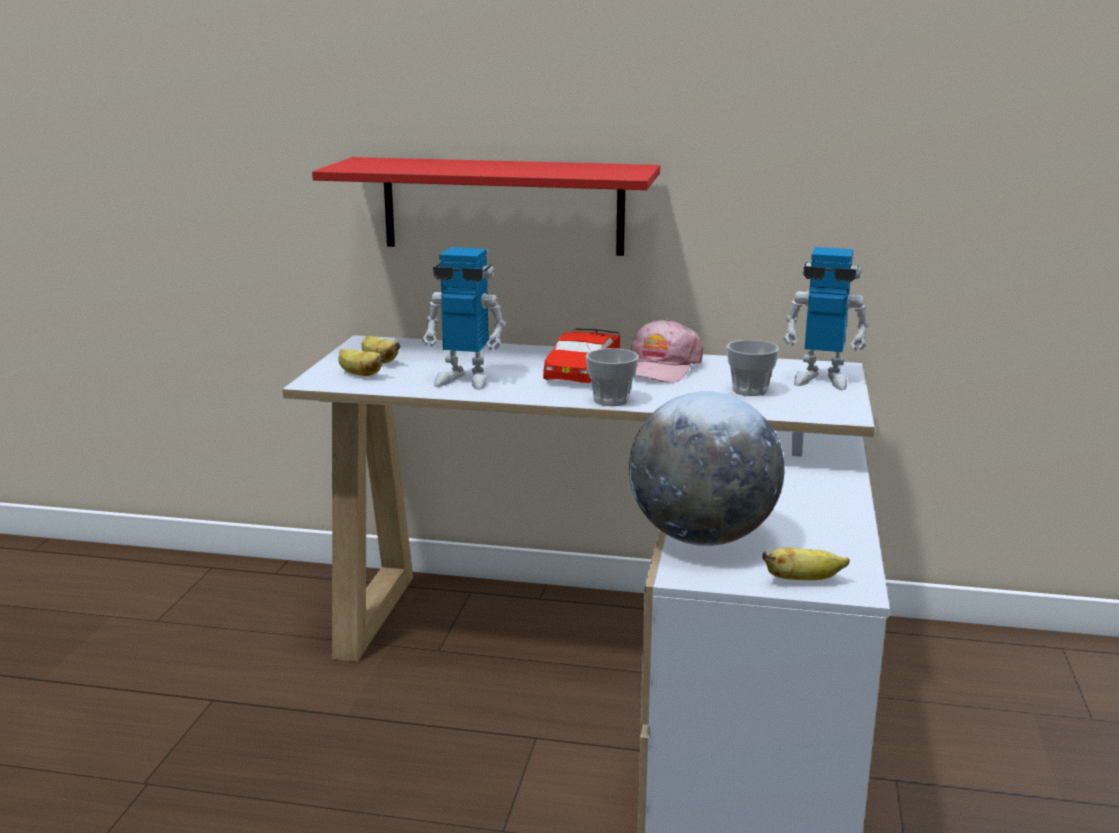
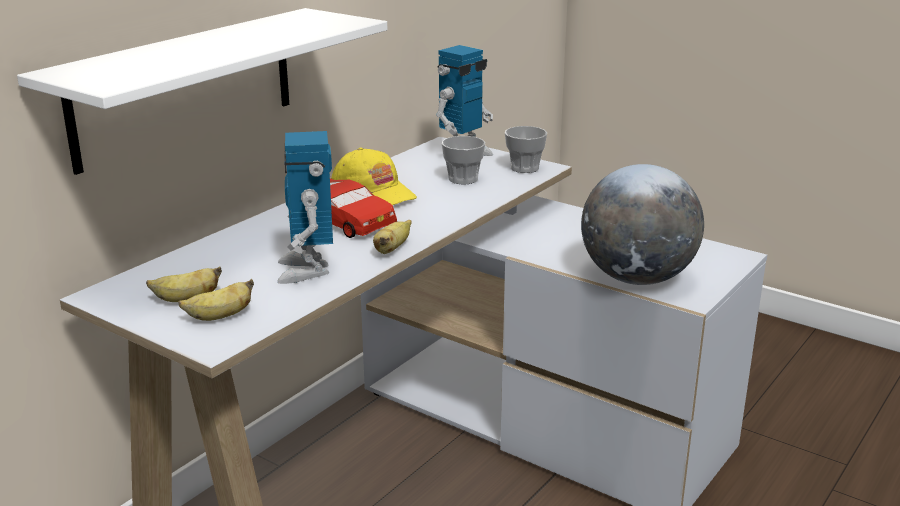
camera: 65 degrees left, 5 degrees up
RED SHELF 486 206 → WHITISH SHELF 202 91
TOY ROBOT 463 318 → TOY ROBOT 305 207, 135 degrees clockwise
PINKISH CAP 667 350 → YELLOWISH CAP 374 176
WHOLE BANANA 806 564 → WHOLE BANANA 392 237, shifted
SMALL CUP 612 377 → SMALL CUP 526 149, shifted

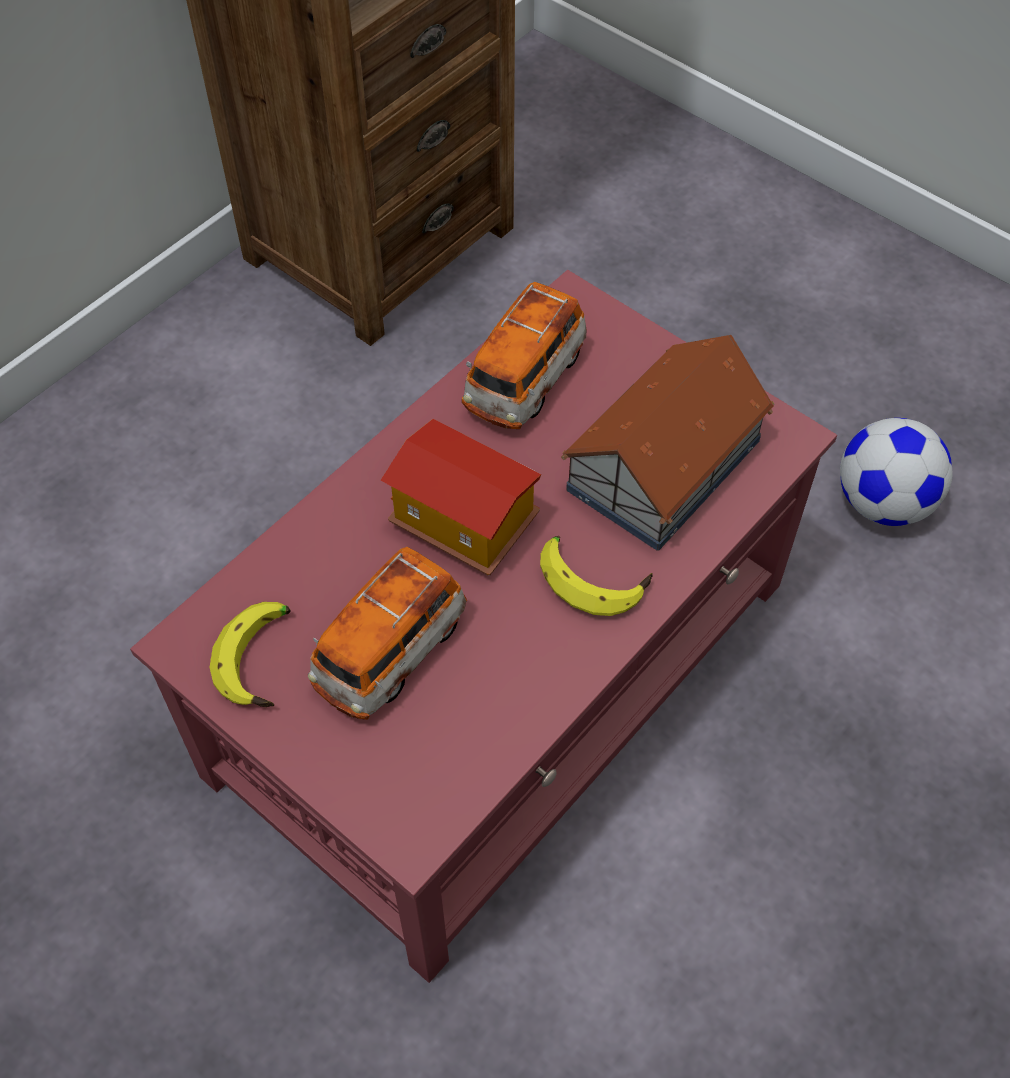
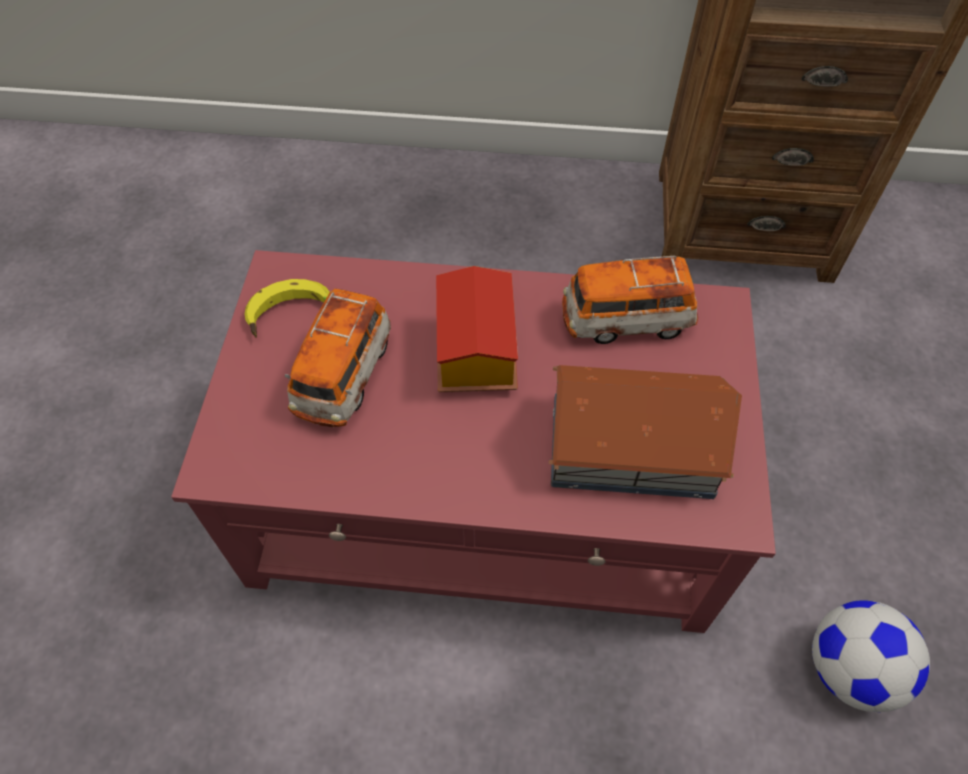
camera: 55 degrees right, 0 degrees up
MODEL CAR 387 633 → MODEL CAR 338 358, 75 degrees counterclockwise
WHOLE BANANA 596 576 → -

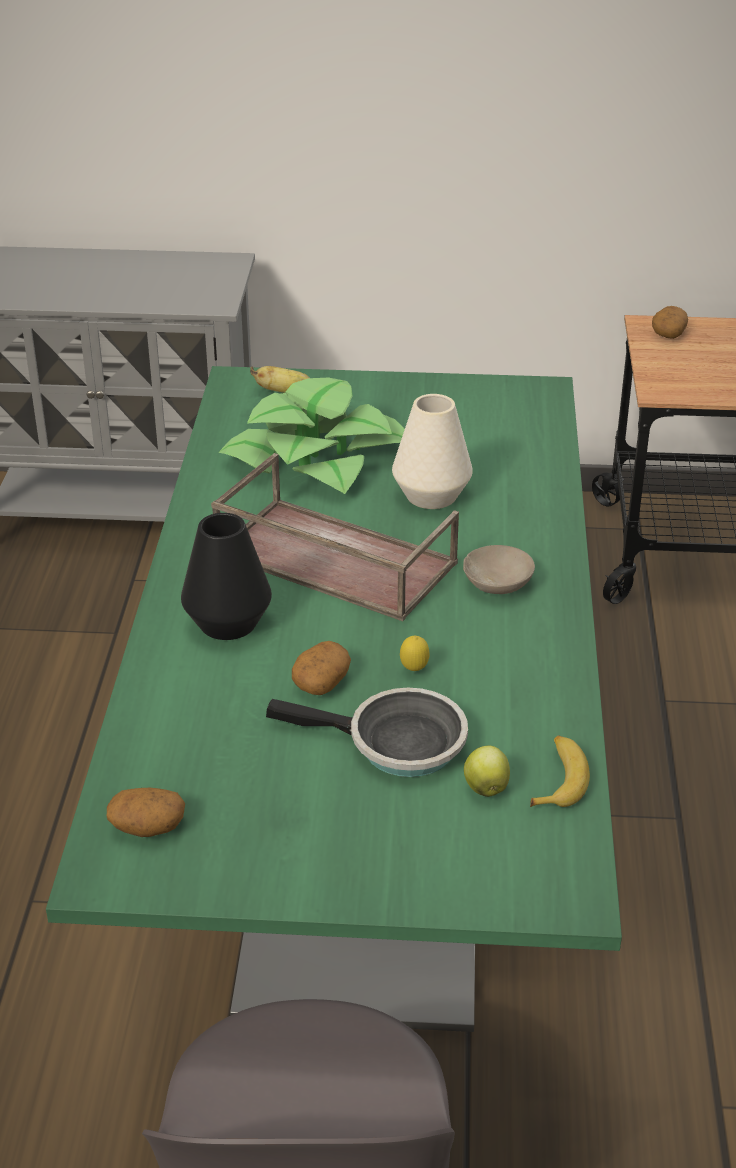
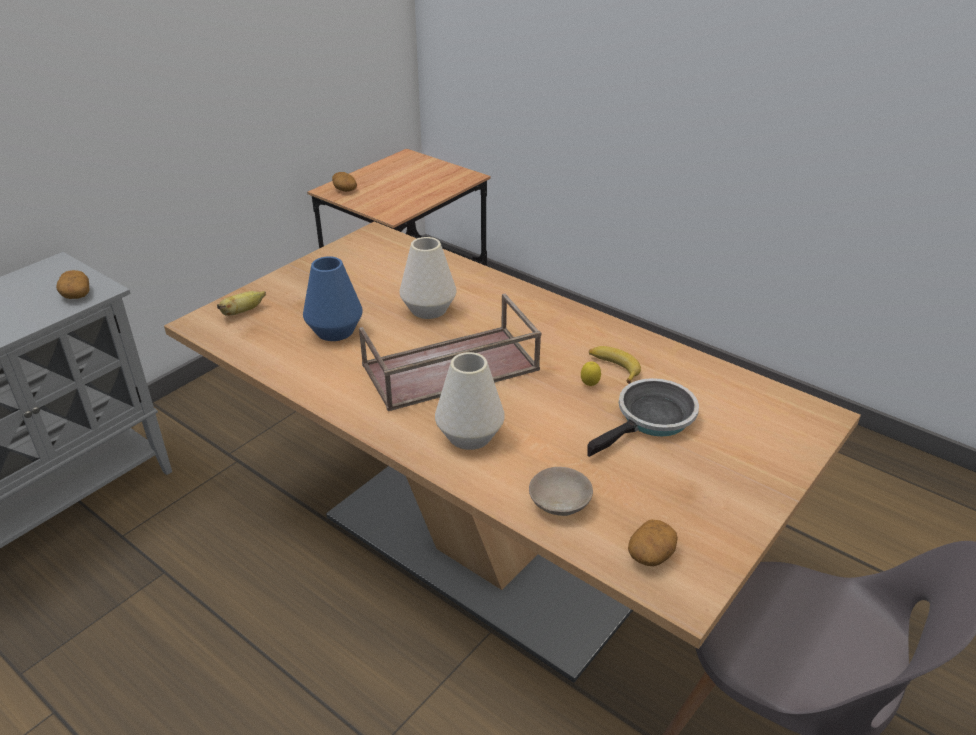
camera: 55 degrees left, 0 degrees up
WHOLE POTATO 321 668 → WHOLE POTATO 72 284, shifted
GREEN DINNER TABLE 334 699 → BEIGE DINNER TABLE 512 452
POTTED PLANT 311 435 → BLUE-COLOURED FLOWER VASE 333 298
BLACK-COLOURED FLOWER VASE 226 576 → WHITISH FLOWER VASE 470 401
BEIGE DEEP DISH 499 569 → BEIGE DEEP DISH 561 491, shifted
WHOLE BANANA 560 771 → WHOLE BANANA 615 365, shifted
WHOLE APPLE 487 771 → -

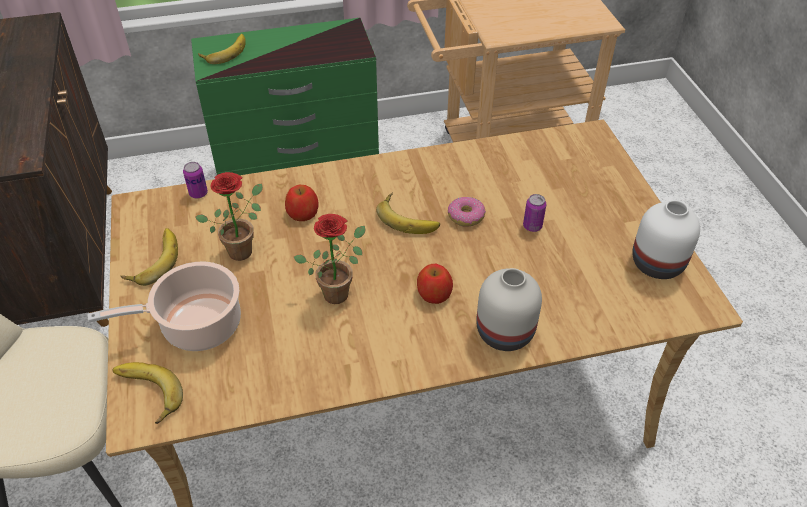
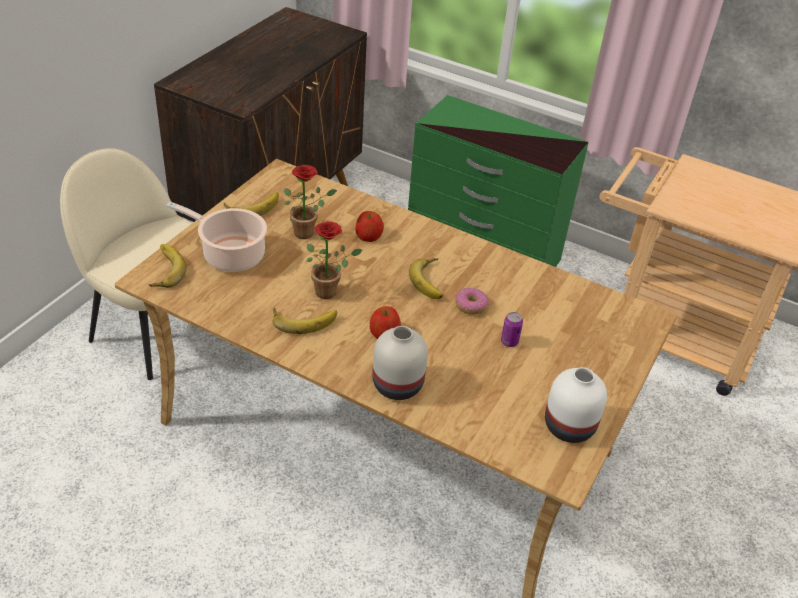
camera: 40 degrees right, 5 degrees down
WHOLE BANANA 222 49 → WHOLE BANANA 305 320, shifted
CAN 195 180 → -

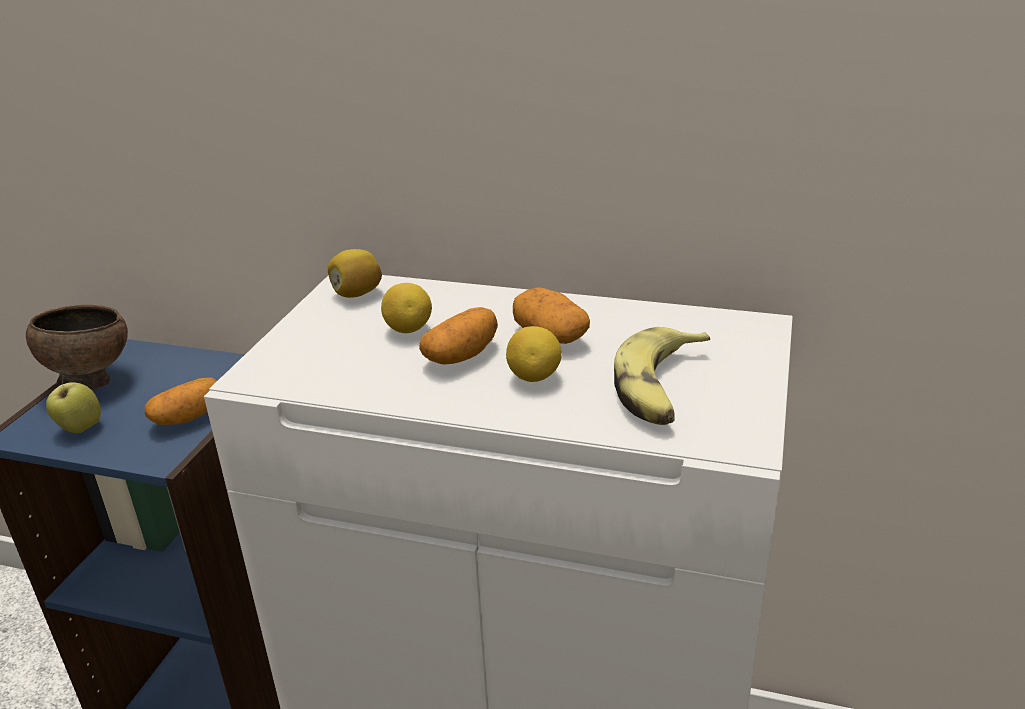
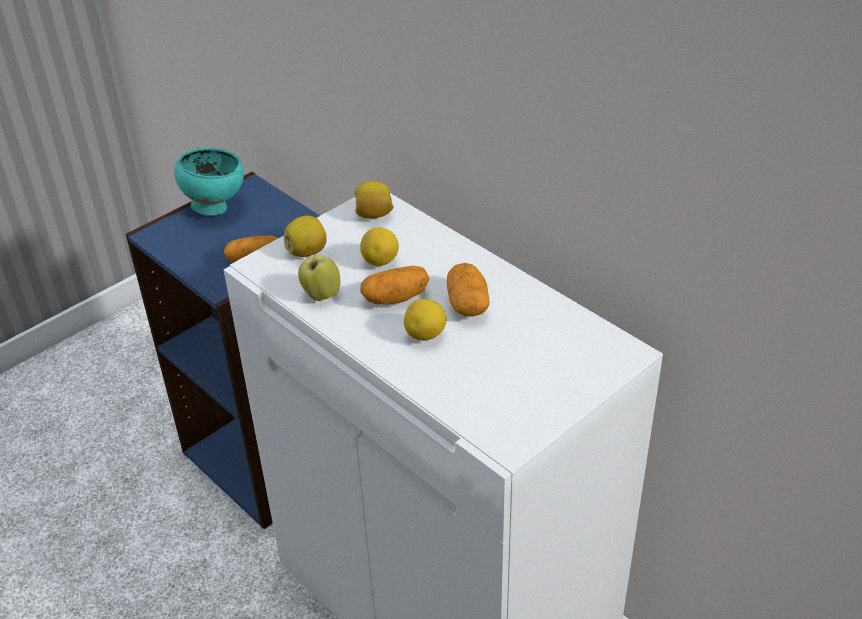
camera: 30 degrees right, 10 degrees up
BROWN-COLOURED DEEP DISH 77 347 → BLUE-GREEN DEEP DISH 209 181
- → CITRUS FRUIT 305 236
WHOLE APPLE 73 405 → WHOLE APPLE 319 276, shifted
WHOLE BANANA 662 376 → -

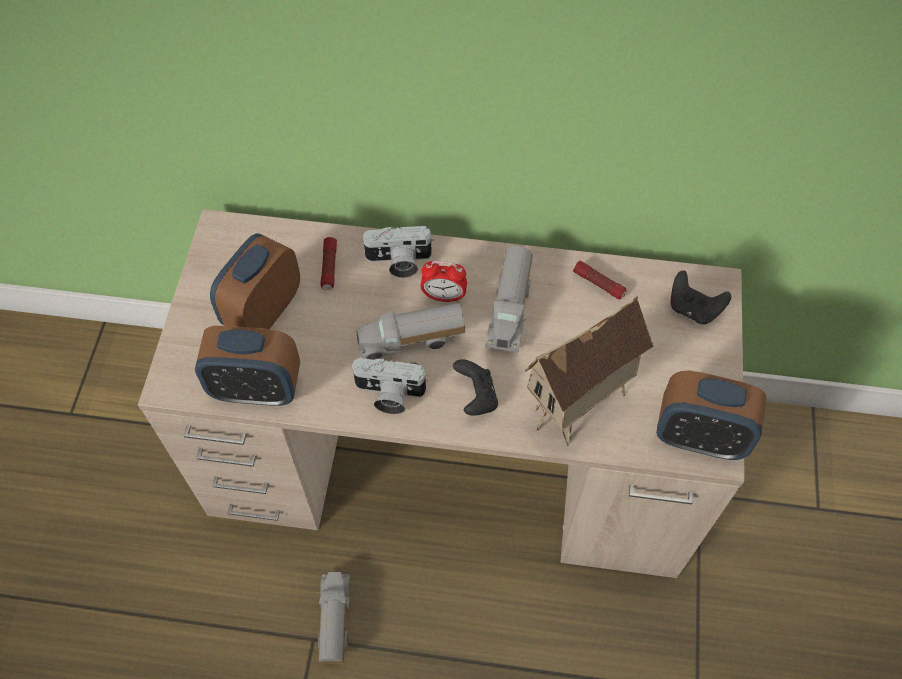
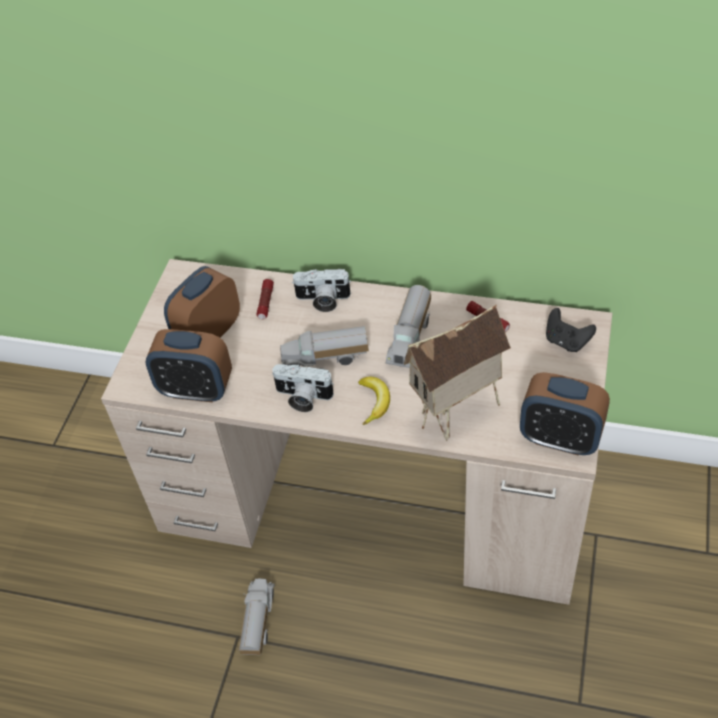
camera: 10 degrees right, 10 degrees down
BLACK-COLOURED JOYPAD 475 387 → WHOLE BANANA 374 401
BEDSIDE CLOCK 443 281 → -

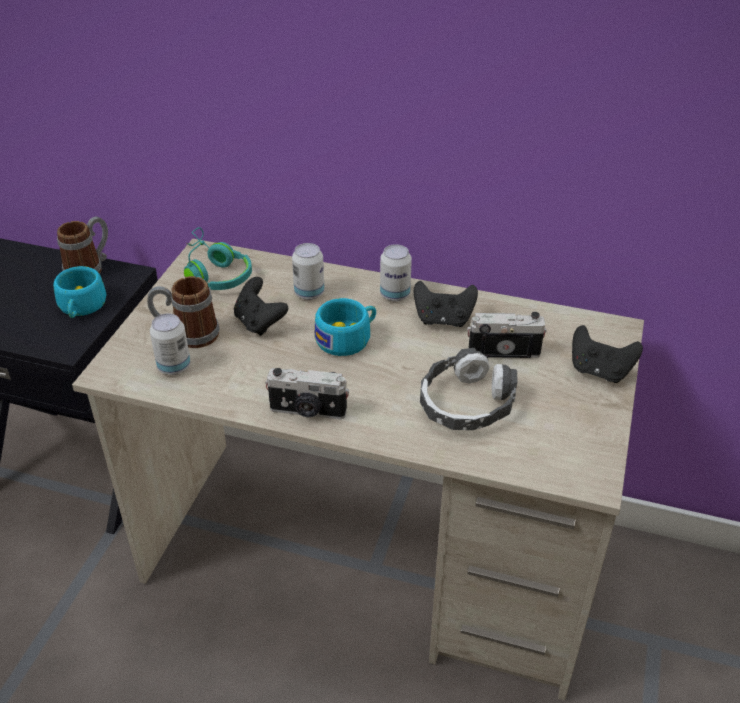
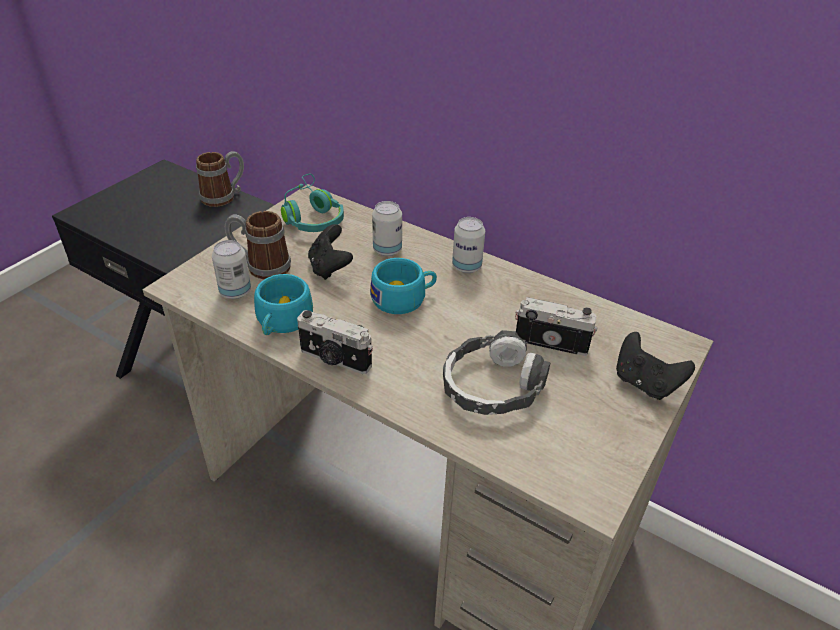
camera: 15 degrees right, 0 degrees up
BLUE-GREEN SMALL CUP 80 292 → BLUE-GREEN SMALL CUP 283 304, shifted
BLACK-COLOURED JOYPAD 445 304 → -

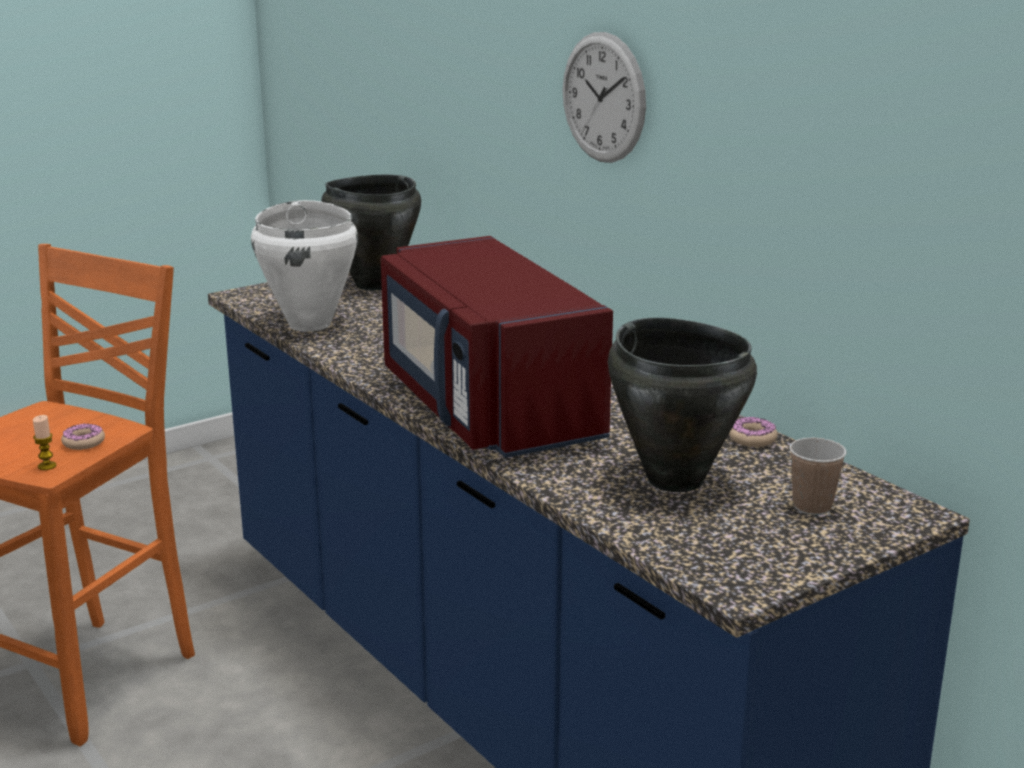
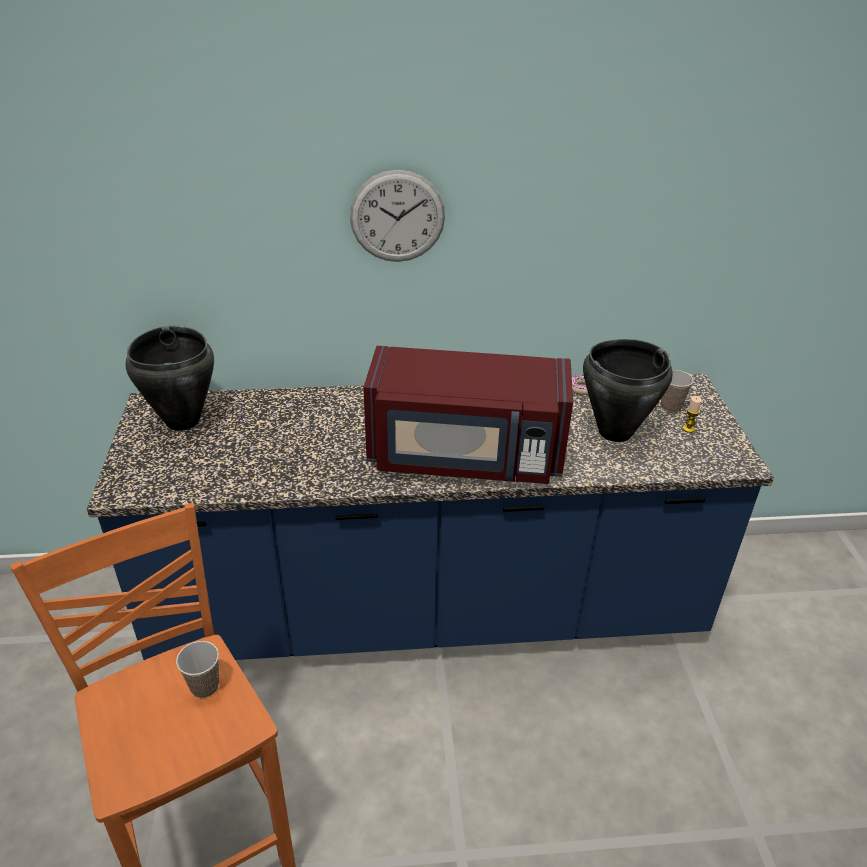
camera: 60 degrees left, 15 degrees up
RING DOUGHNUT 83 436 → SMALL CUP 197 669
CANDLE 45 442 → CANDLE 692 414, shifted
WHITISH STOCKPOT 304 266 → -

